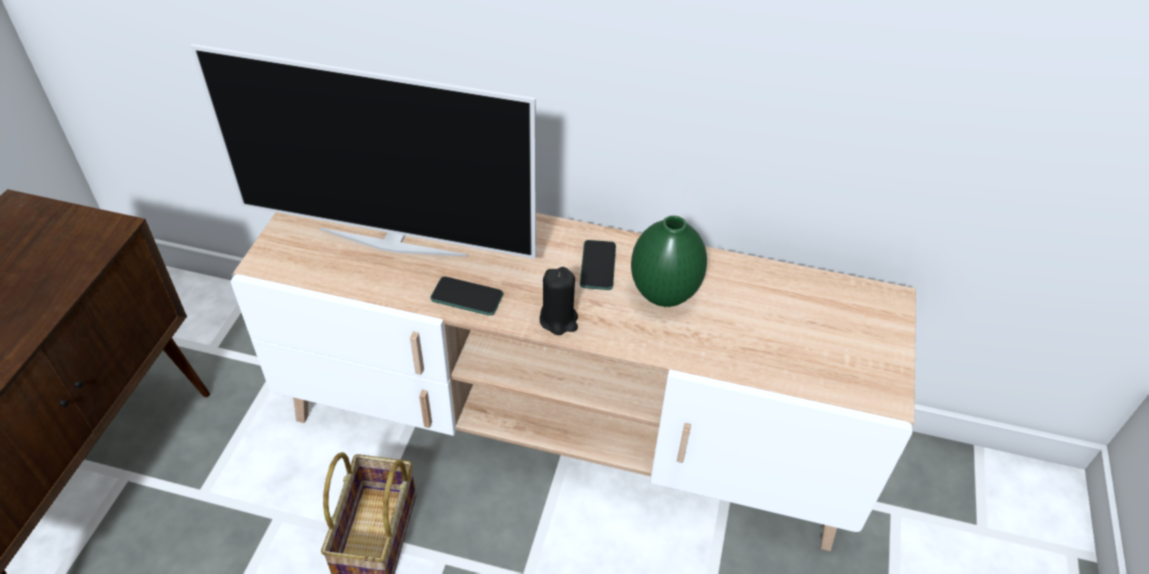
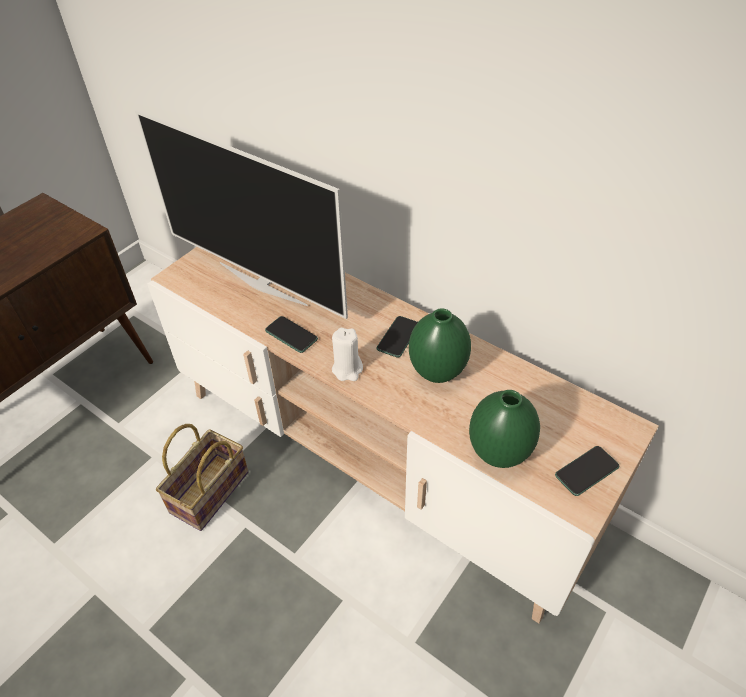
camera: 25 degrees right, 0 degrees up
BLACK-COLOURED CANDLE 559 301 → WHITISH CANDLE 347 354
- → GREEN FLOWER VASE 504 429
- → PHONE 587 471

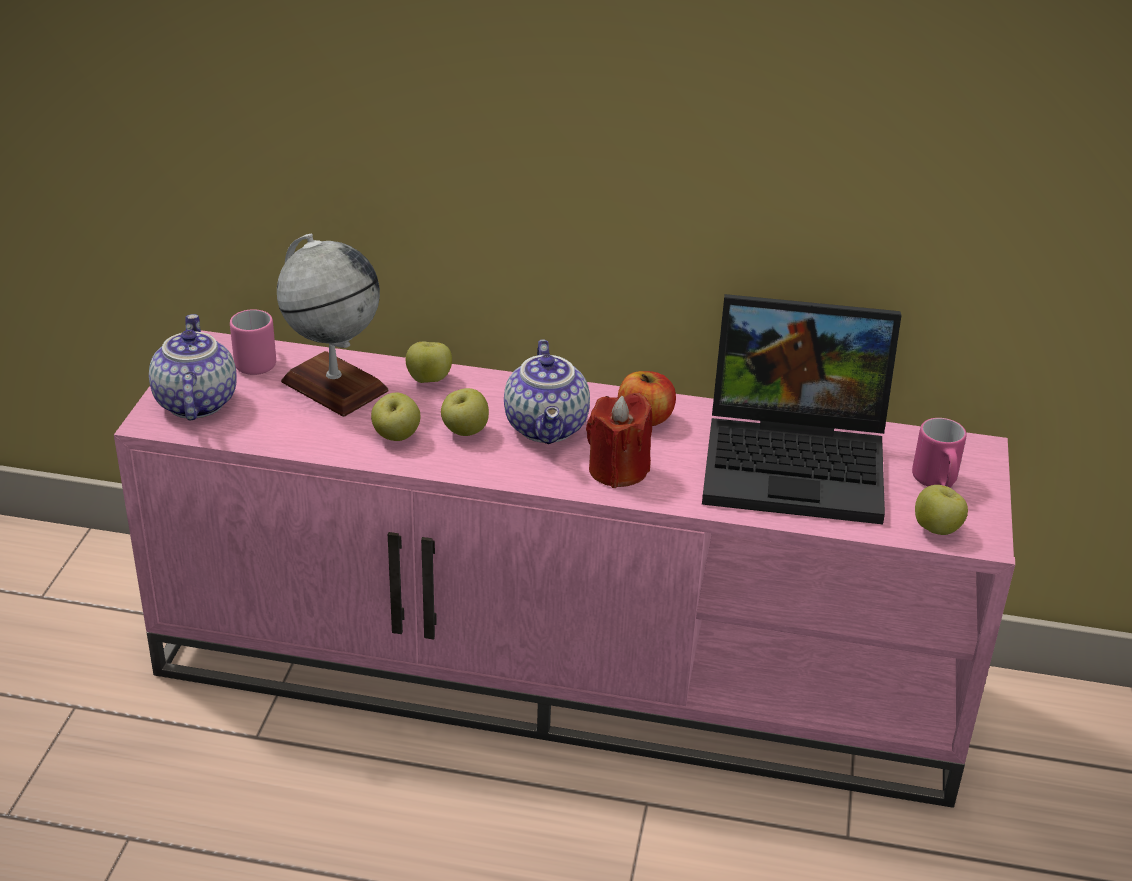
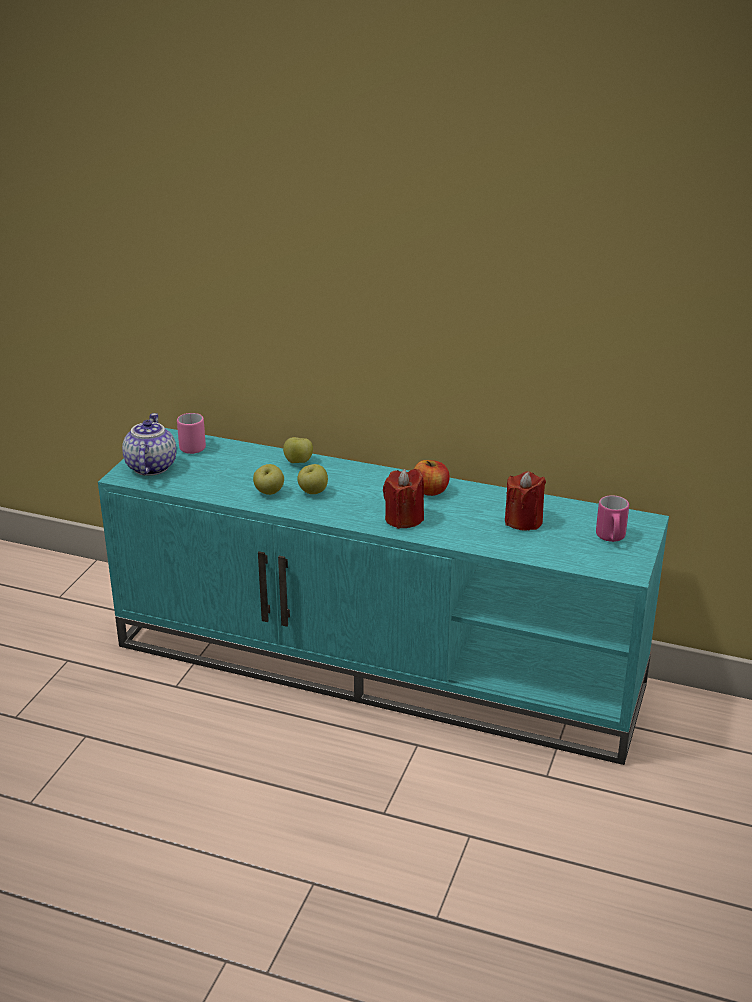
camera: 10 degrees right, 5 degrees down
PINKISH TV UNIT 564 569 → BLUE-GREEN TV UNIT 383 596
NOTEBOOK COMPUTER 801 409 → RED CANDLE 525 501
DESK GLOBE 332 325 → -
TEA POT 547 391 → -
WHOLE APPLE 941 510 → -

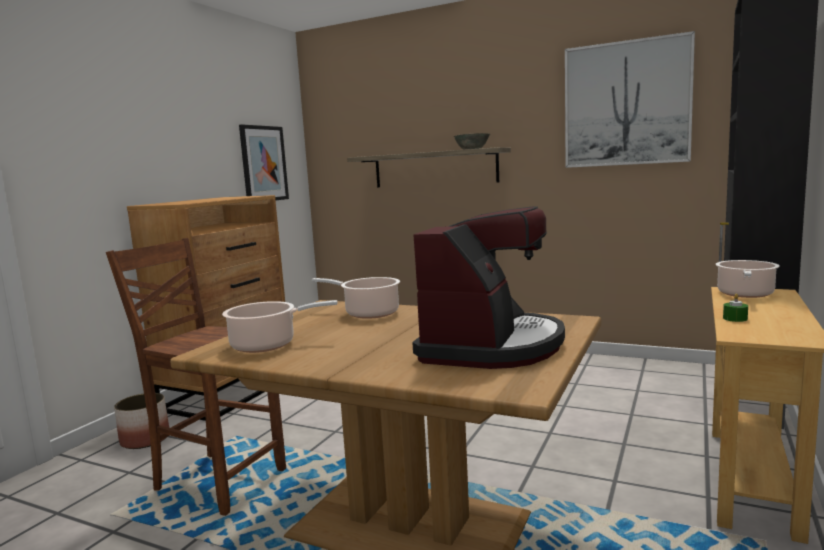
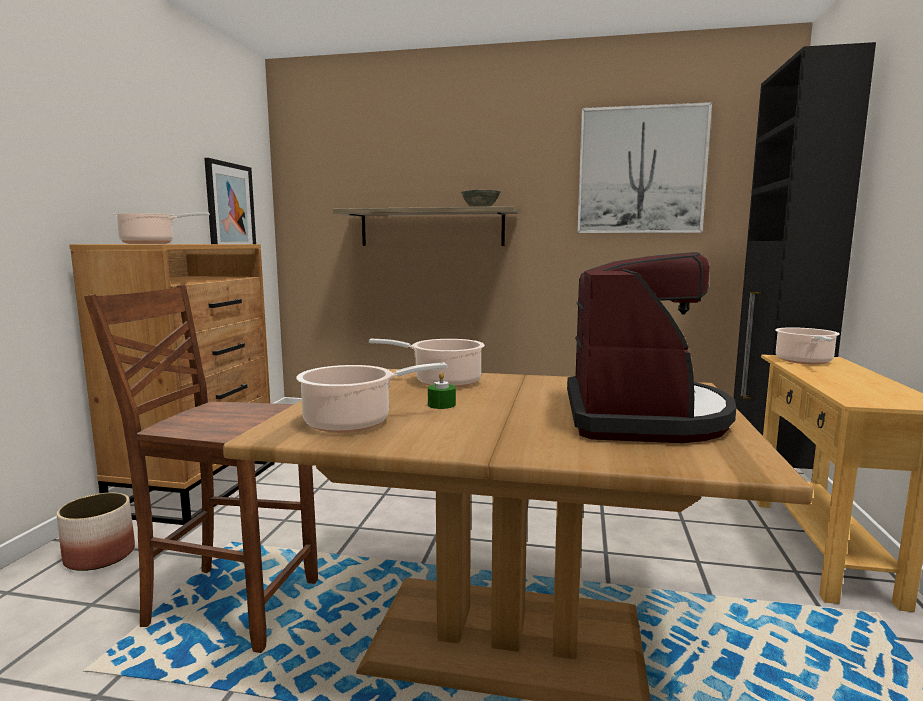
camera: 15 degrees left, 0 degrees up
- → STOCKPOT 162 228
GREEN CANDLE 735 307 → GREEN CANDLE 442 390, shifted

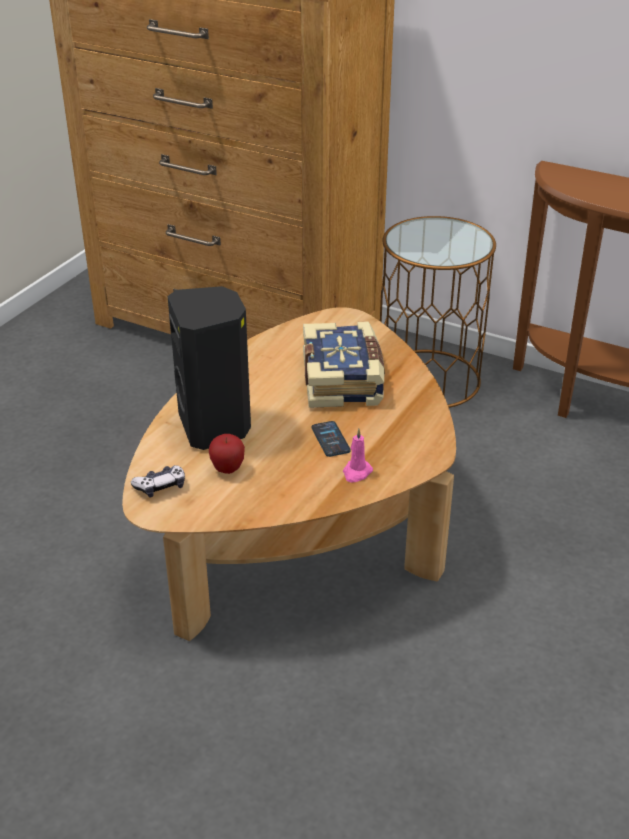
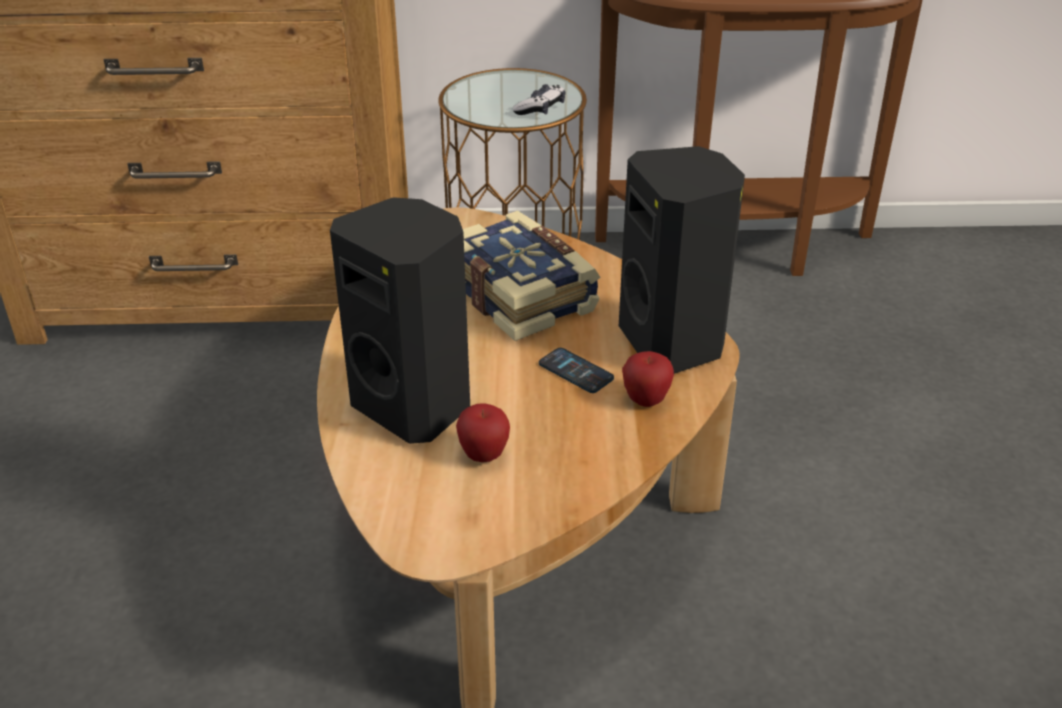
camera: 30 degrees left, 0 degrees up
JOYPAD 158 481 → JOYPAD 539 99, shifted
- → BLACK-COLOURED LOUDSPEAKER 682 260
PINKISH CANDLE 358 456 → WHOLE APPLE 648 379

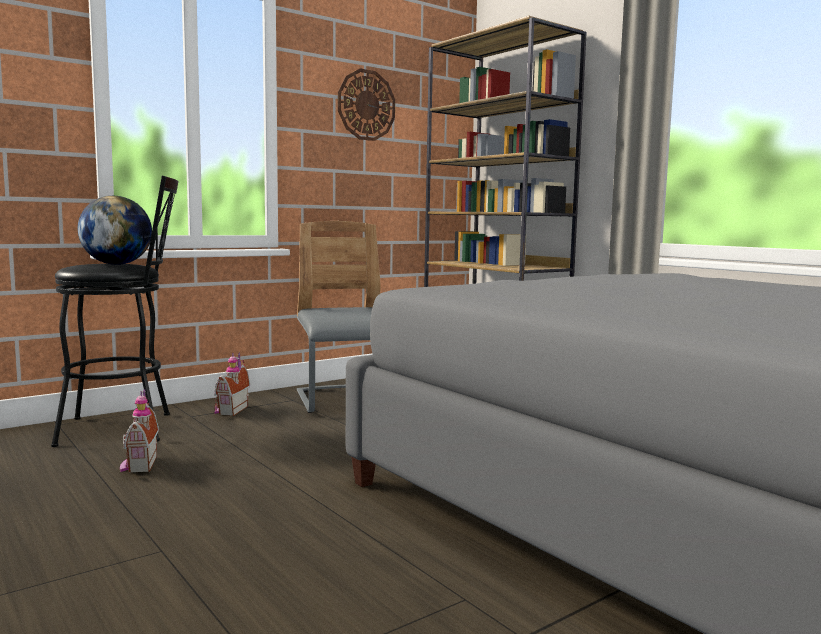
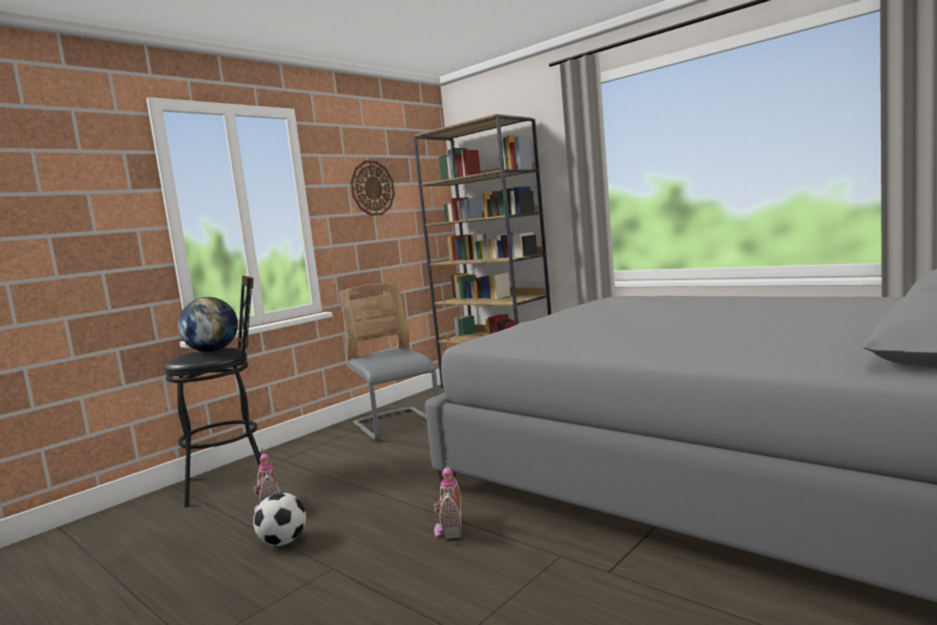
camera: 10 degrees left, 0 degrees up
- → FOOTBALL 279 519
TOY HOUSE 232 384 → TOY HOUSE 448 499, shifted

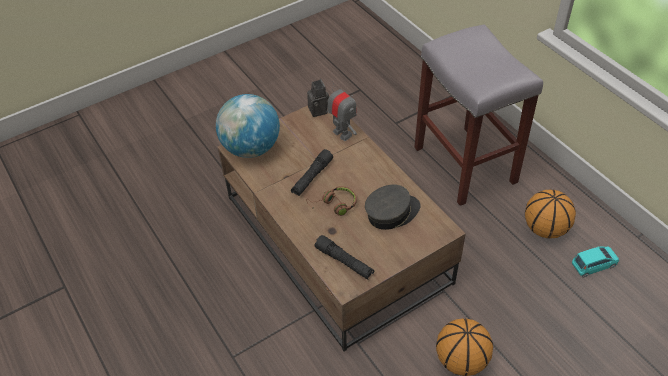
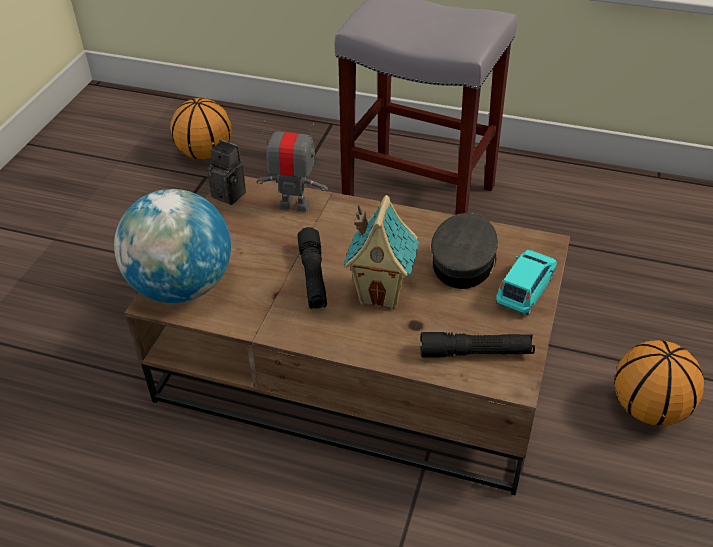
camera: 40 degrees left, 5 degrees down
BASKETBALL BALL 550 214 → BASKETBALL BALL 201 129, shifted
BROWN-COLOURED HEADPHONES 331 201 → TOY HOUSE 381 252
BLUE-GREEN MODEL CAR 595 262 → BLUE-GREEN MODEL CAR 526 283, shifted

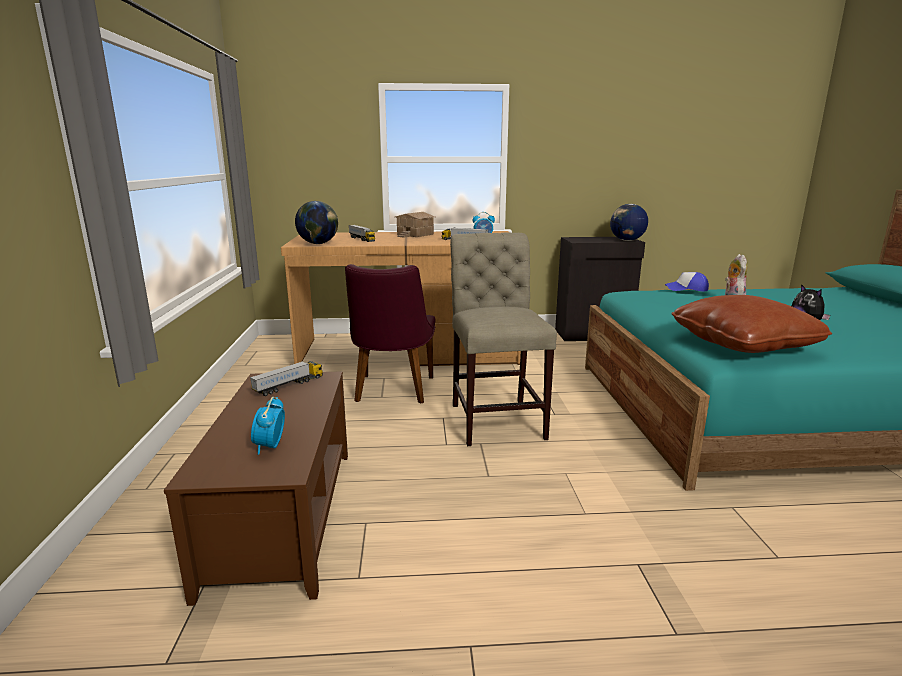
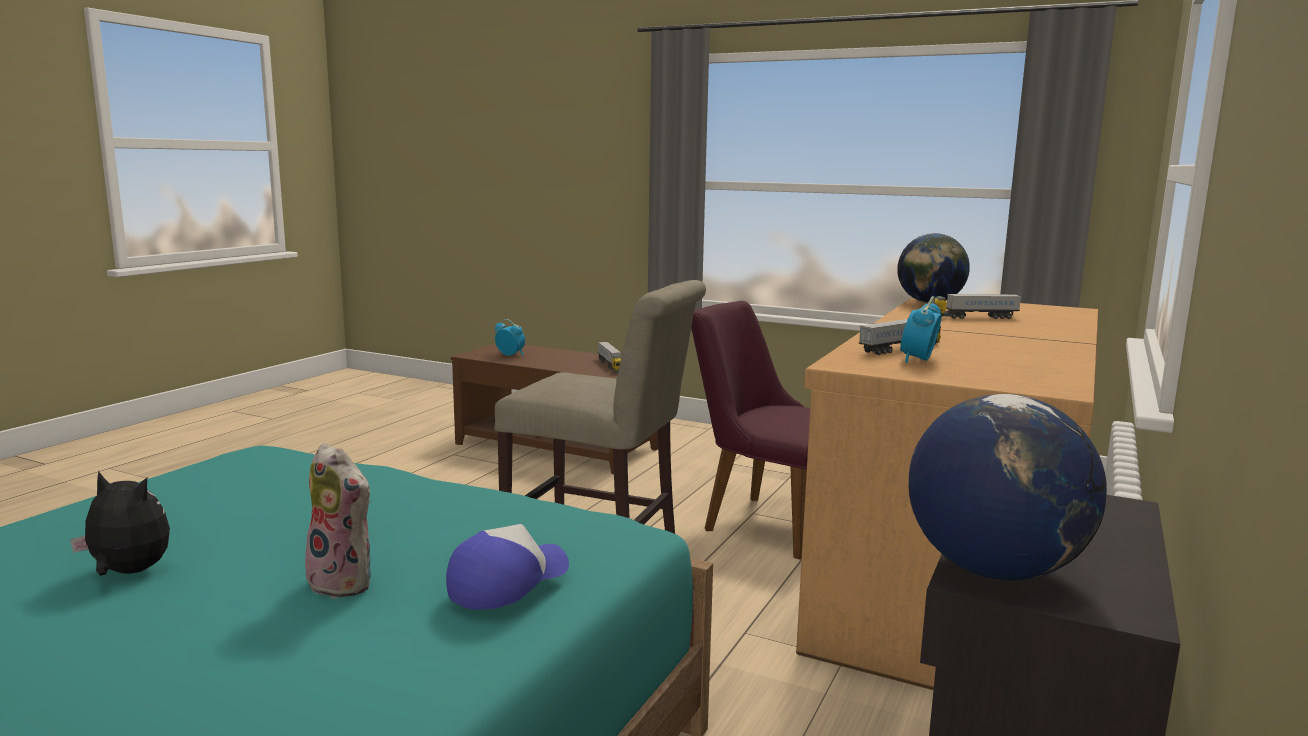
camera: 120 degrees right, 5 degrees down
TOY HOUSE 415 225 → -
BROWN-COLOURED CUSHION 751 324 → -

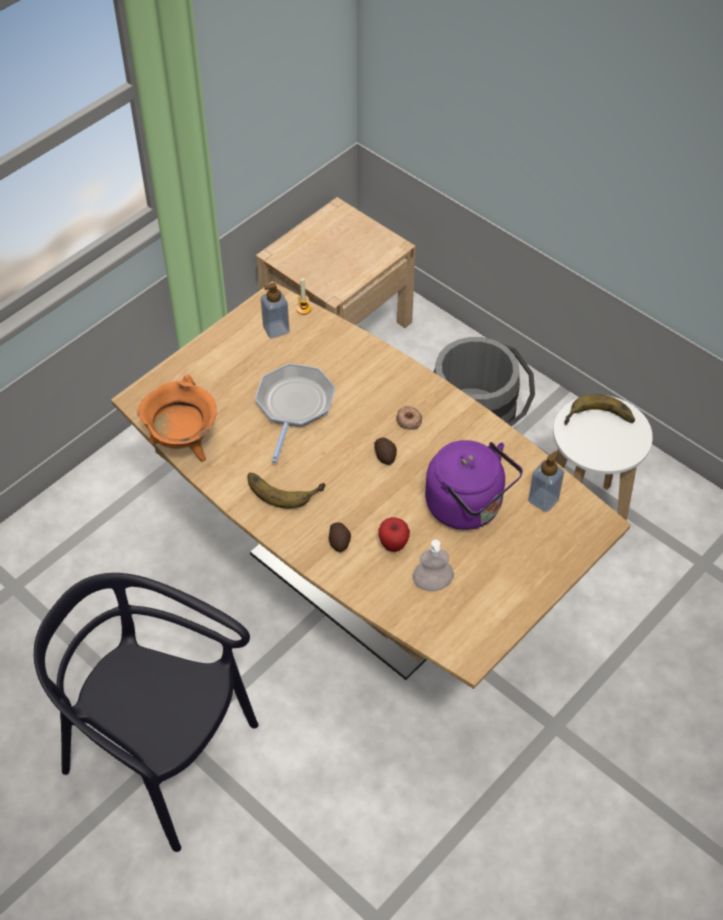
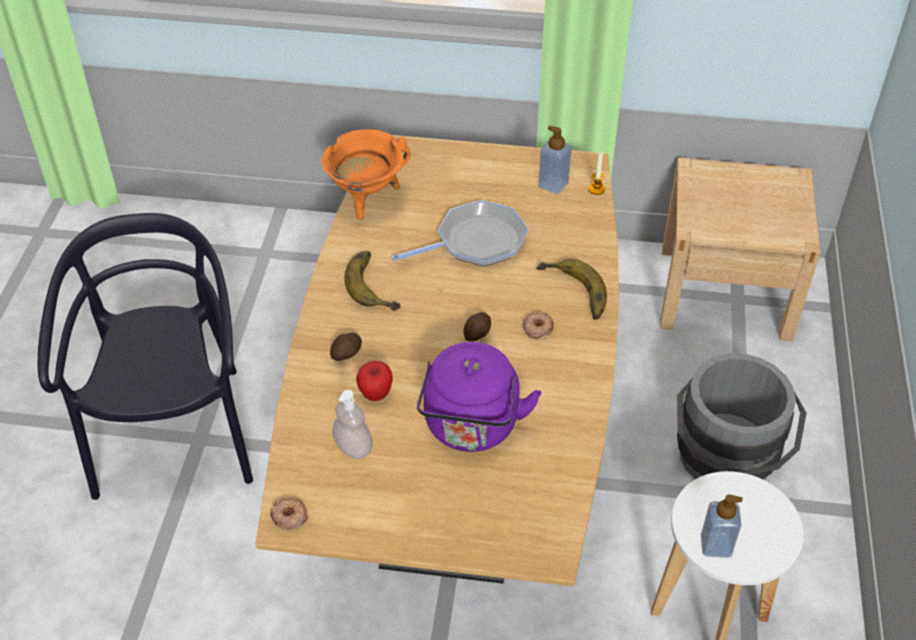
camera: 55 degrees right, 5 degrees down
- → RING DOUGHNUT 289 514
WHOLE BANANA 599 409 → WHOLE BANANA 571 289, shifted
LIQUID SOAP BOTTLE 546 481 → LIQUID SOAP BOTTLE 722 526, shifted

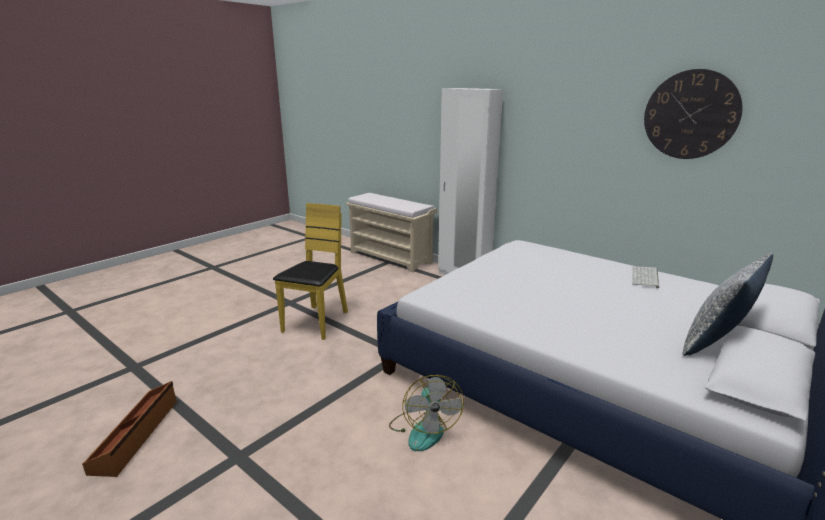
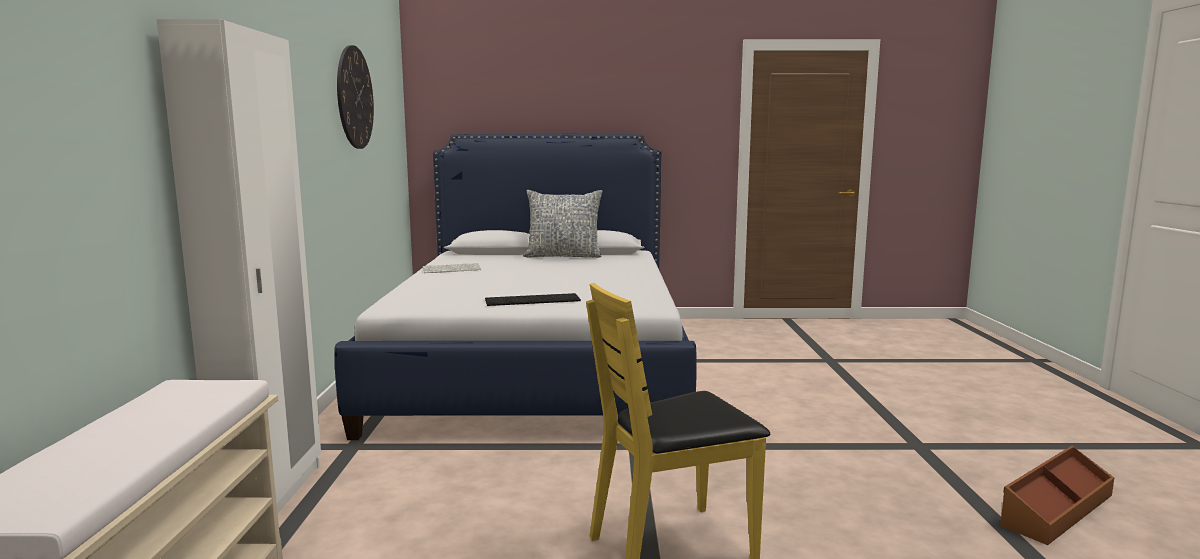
camera: 130 degrees left, 10 degrees down
- → COMPUTER KEYBOARD 533 299
FAN 426 413 → -

